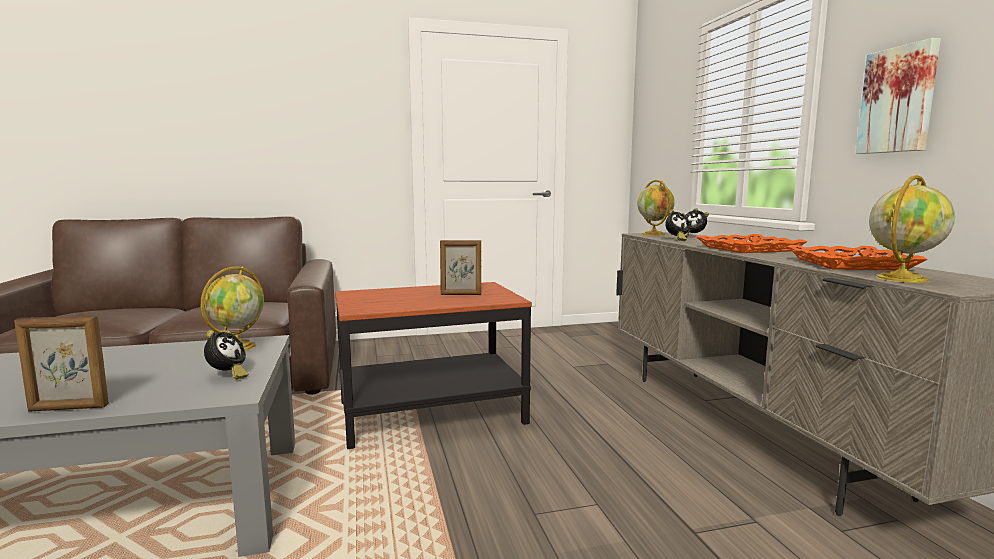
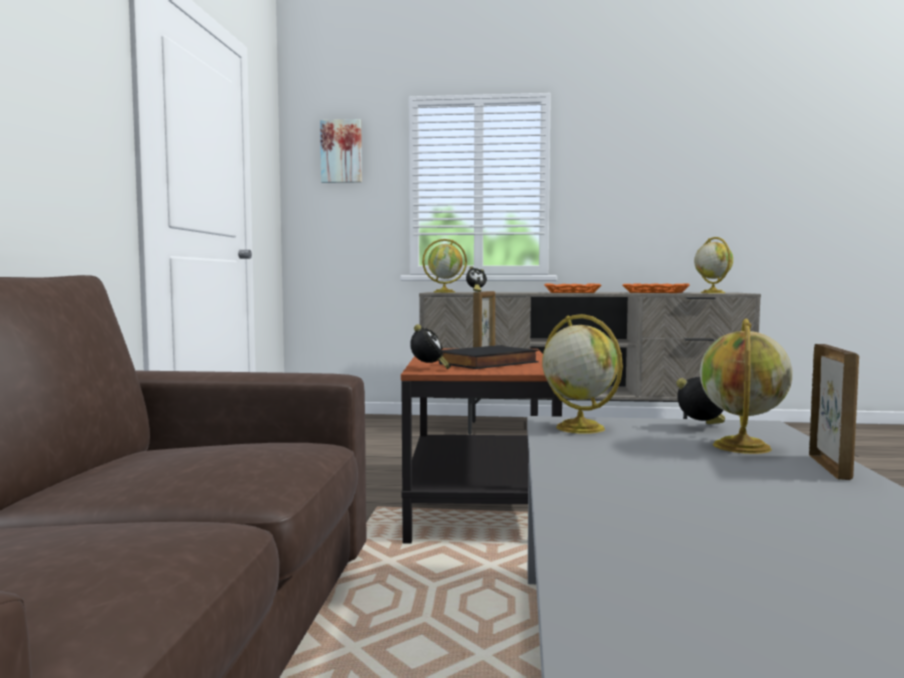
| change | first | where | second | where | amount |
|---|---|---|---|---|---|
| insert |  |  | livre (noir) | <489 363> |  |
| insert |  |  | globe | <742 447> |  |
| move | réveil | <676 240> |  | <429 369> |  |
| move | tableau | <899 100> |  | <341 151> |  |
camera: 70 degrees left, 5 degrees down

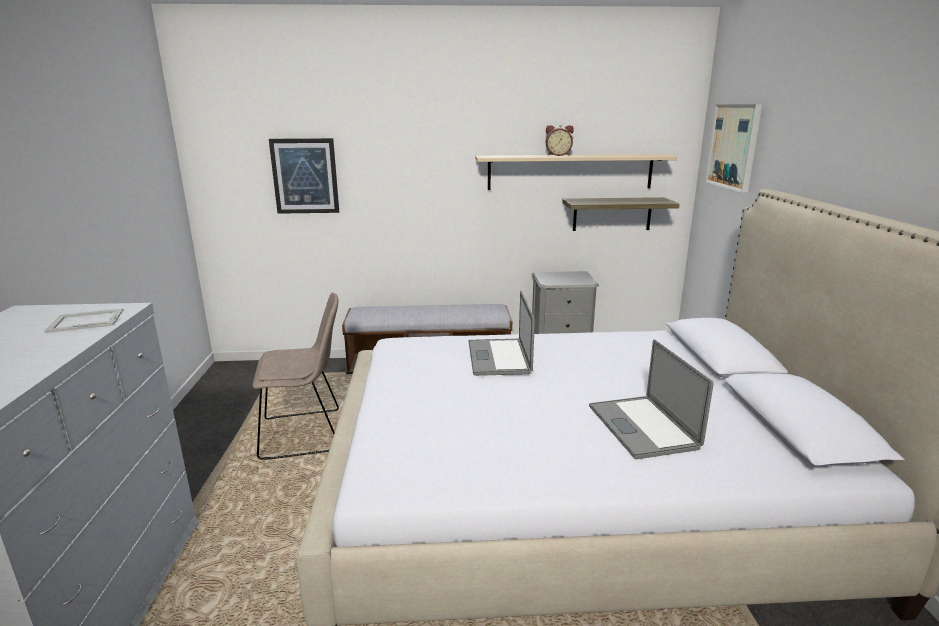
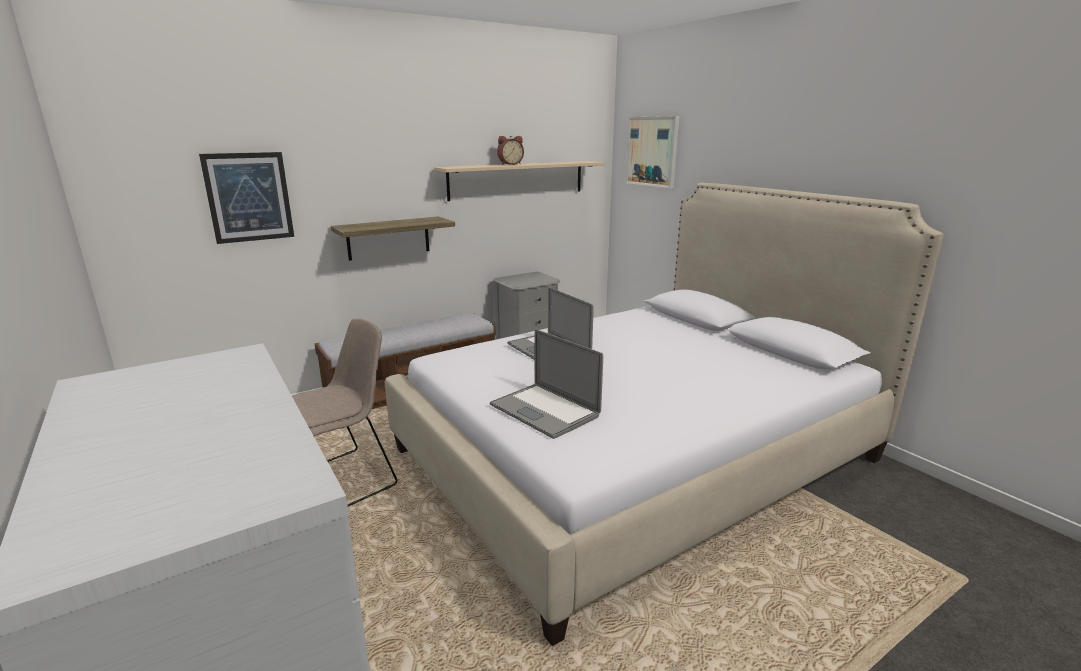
| change | first | where | second | where | amount |
|---|---|---|---|---|---|
| delete | cadre photo | <85 320> |  |  |  |
| move | étagère | <612 214> |  | <388 238> |  |
| move | ordinateur portable | <642 426> |  | <544 410> |  |
camera: 30 degrees left, 0 degrees up

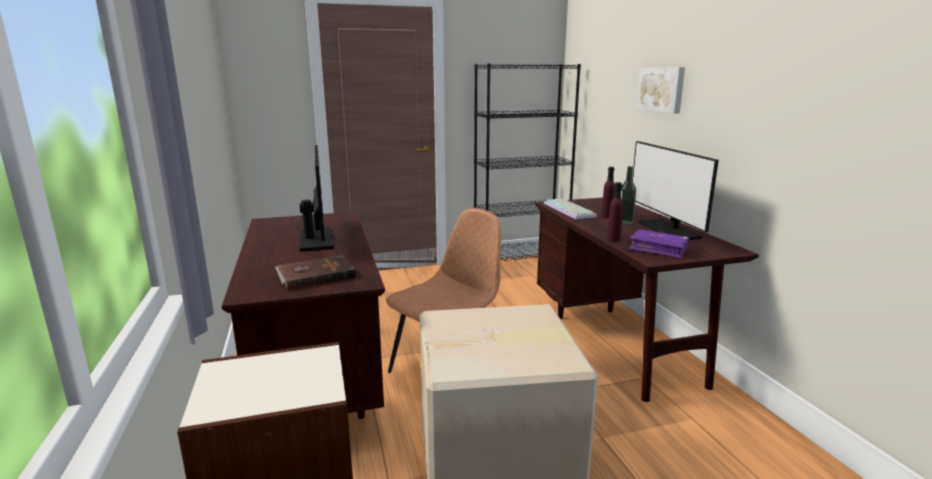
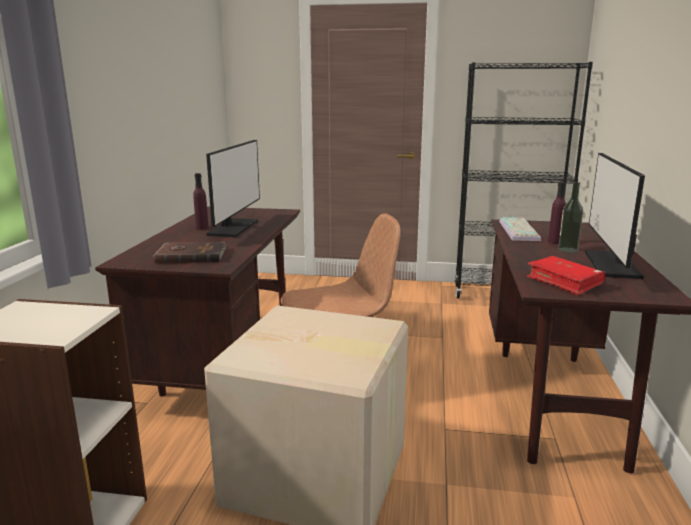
| change | first | where | second | where | amount |
|---|---|---|---|---|---|
| delete | tableau | <661 89> |  |  |  |
| move | bouteille (violet) | <613 239> |  | <202 228> |  |
| recolor | livre (violet) | <658 250> | livre (rouge) | <564 282> |  |
camera: 25 degrees right, 0 degrees up

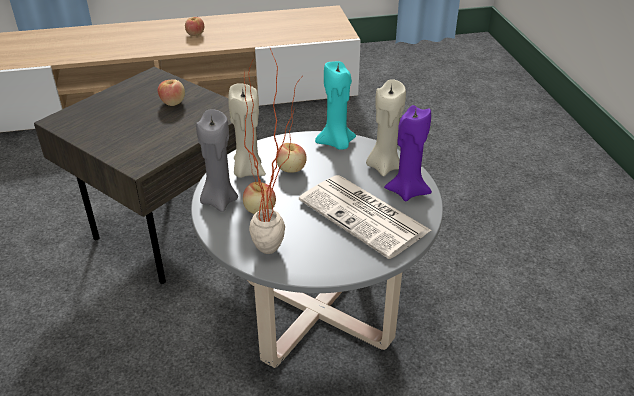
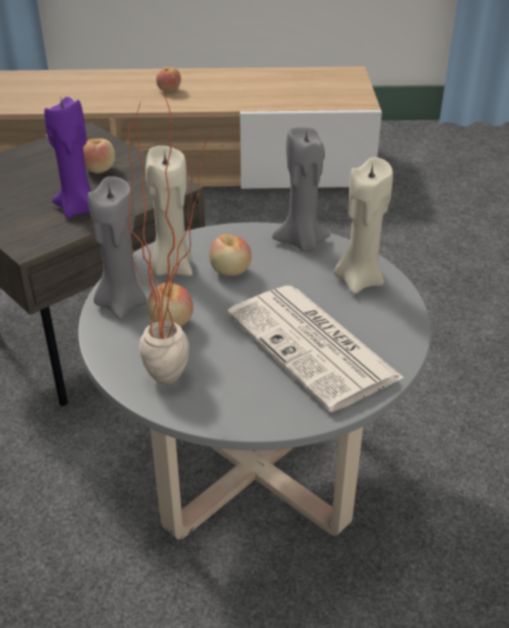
| change | first | where | second | where | amount |
|---|---|---|---|---|---|
| move | bougie (violet) | <407 191> |  | <79 209> |  |
| recolor | bougie (turquoise) | <336 143> | bougie (gris) | <302 243> |  |
camera: 10 degrees right, 0 degrees up

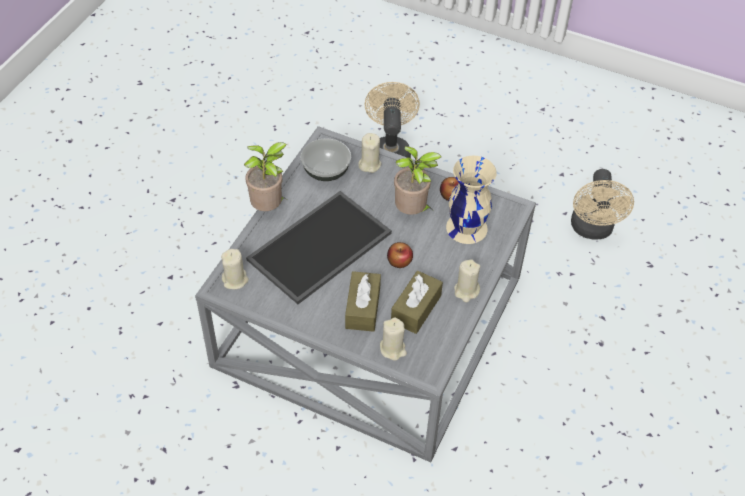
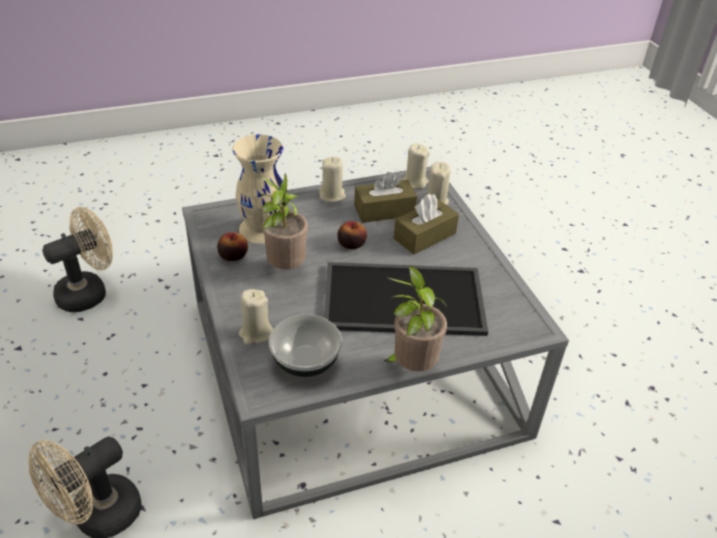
| change | first | where | second | where | amount |
|---|---|---|---|---|---|
| move | bougie (beige) | <235 280> |  | <414 182> |  |
camera: 135 degrees left, 10 degrees down

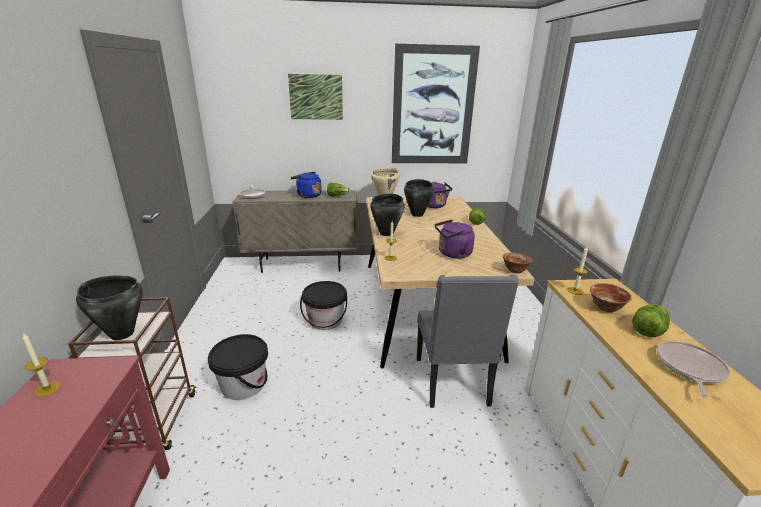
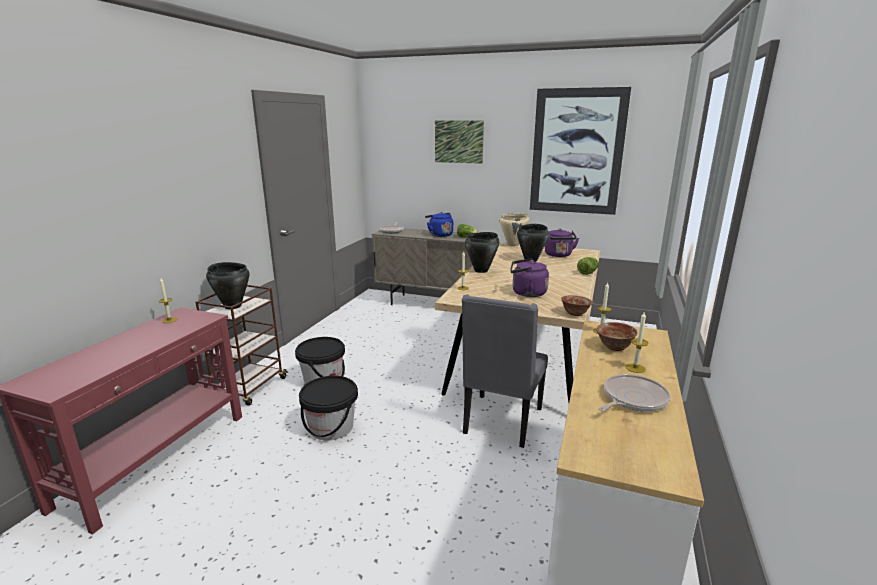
| change | first | where | second | where | amount |
|---|---|---|---|---|---|
| move | seau (noir) | <325 320> |  | <331 427> |  |
| replace | laitue | <647 329> | bougie | <635 368> |  |
camera: 25 degrees right, 5 degrees down

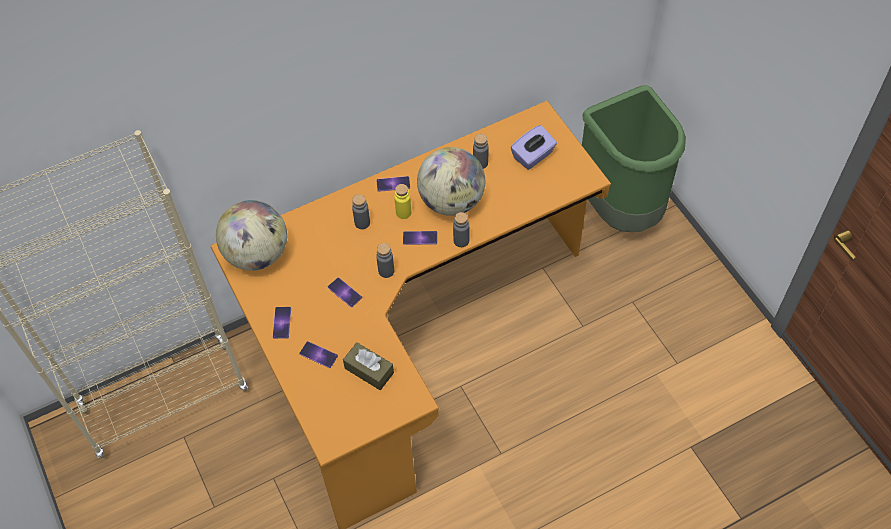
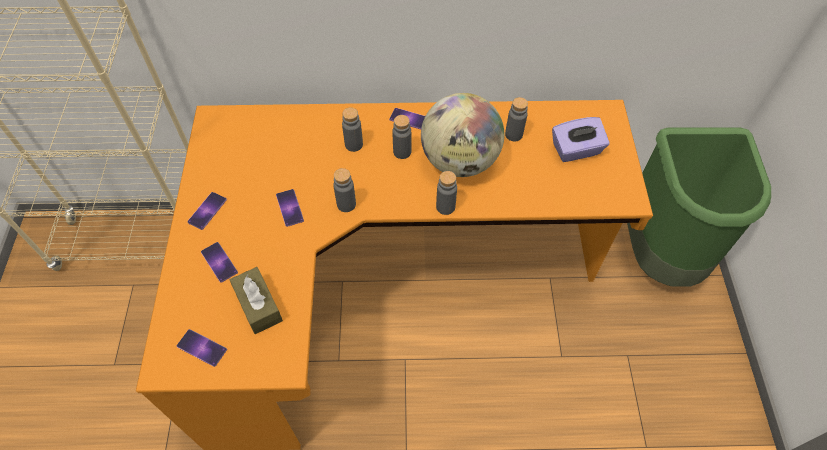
| change | first | where | second | where | amount |
|---|---|---|---|---|---|
| delete | globe | <257 254> |  |  |  |
| move | téléphone | <420 238> |  | <202 348> |  |
| recolor | bouteille (jaune) | <403 212> | bouteille (gris) | <402 152> |  |
camera: 25 degrees right, 0 degrees up

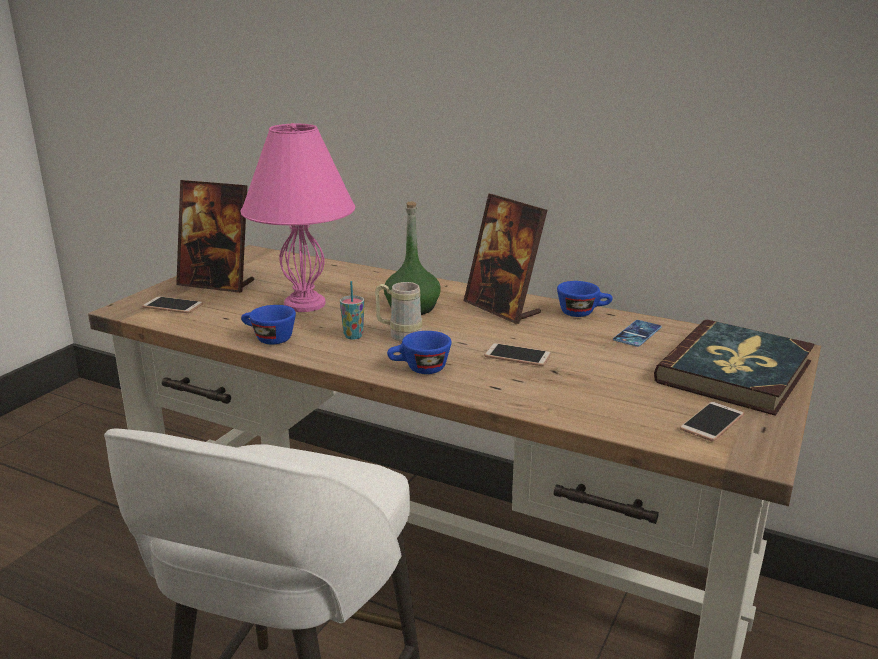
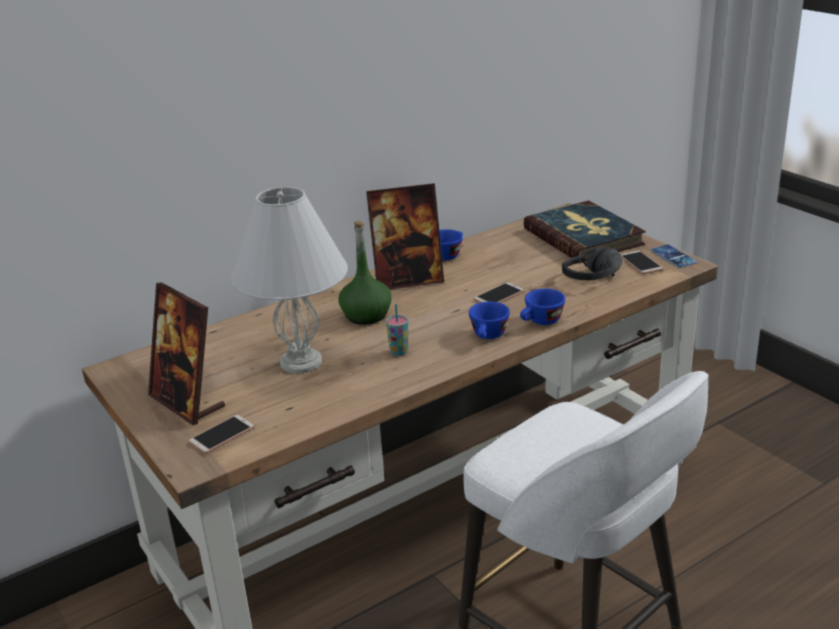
| change | first | where | second | where | amount |
|---|---|---|---|---|---|
| delete | mug (beige) | <399 335> |  |  |  |
| insert |  |  | casque audio (noir) | <600 281> |  |
| move | tasse (bleu) | <268 339> |  | <540 322> |  |
| move | téléphone | <637 334> |  | <673 256> |  |
| recolor | lampe de table (rose) | <305 304> | lampe de table (blanc) | <302 362> |  |
| rotate | cadre photo | <217 284> |  | <187 402> | 90 degrees clockwise |
camera: 60 degrees left, 5 degrees up

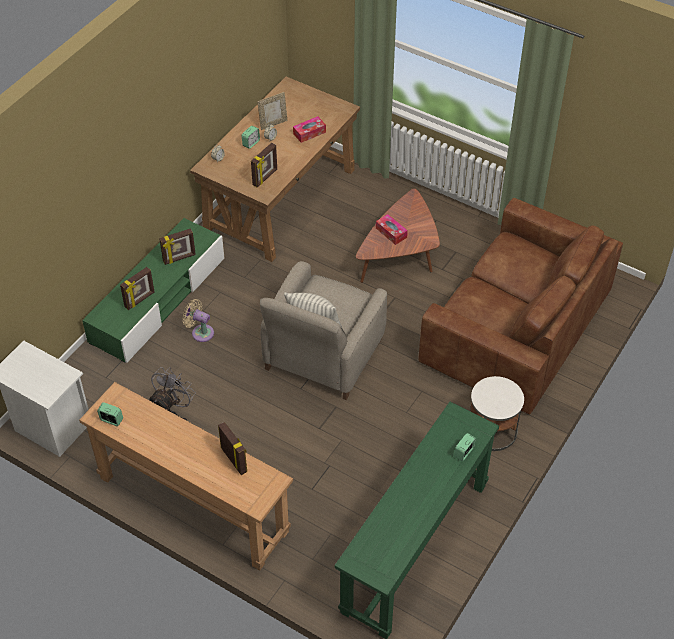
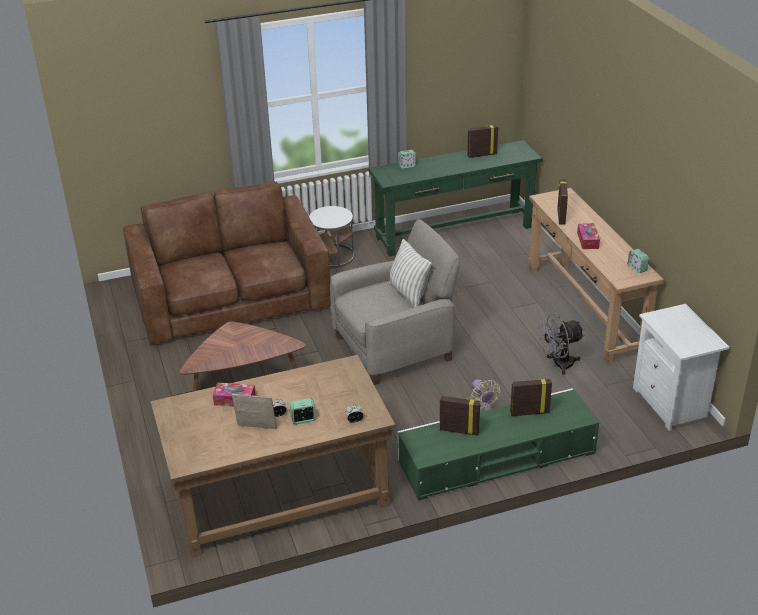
| change | first | where | second | where | amount |
|---|---|---|---|---|---|
| move | cadre photo | <265 177> |  | <482 155> |  |
| move | boîte à mouchoirs | <391 232> |  | <587 240> |  |
camera: 140 degrees left, 15 degrees down

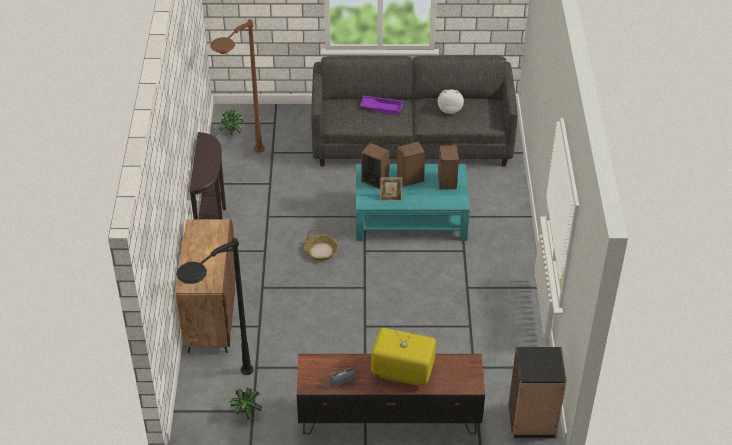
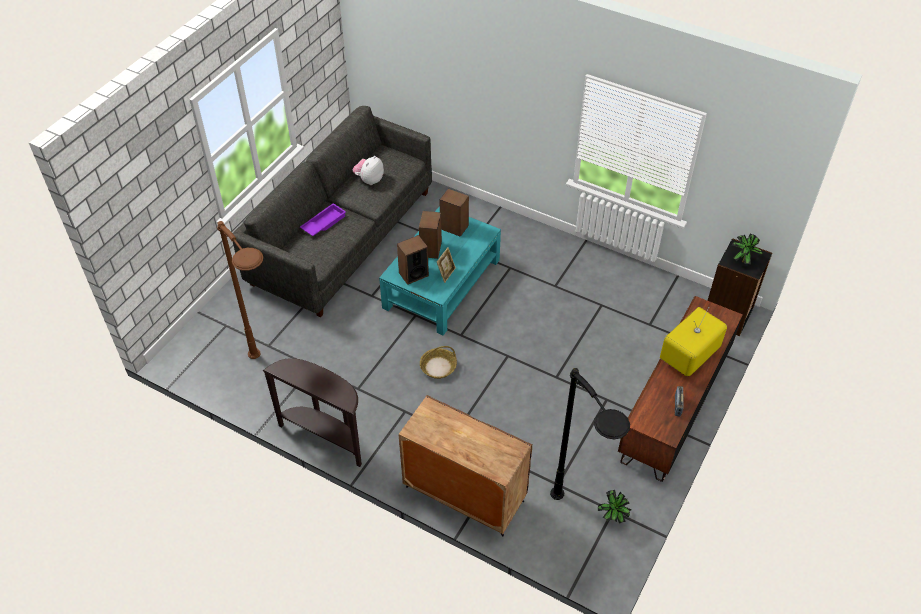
| change | first | where | second | where | amount |
|---|---|---|---|---|---|
| move | plante en pot | <233 133> |  | <743 260> |  |
camera: 60 degrees left, 5 degrees up

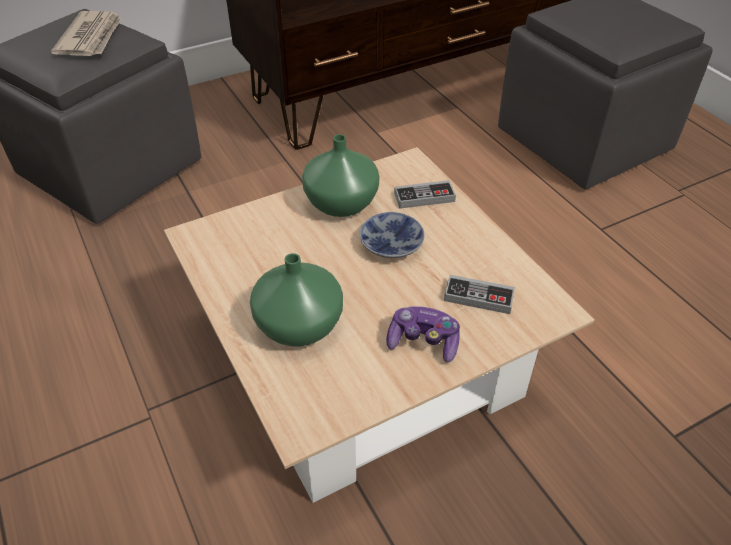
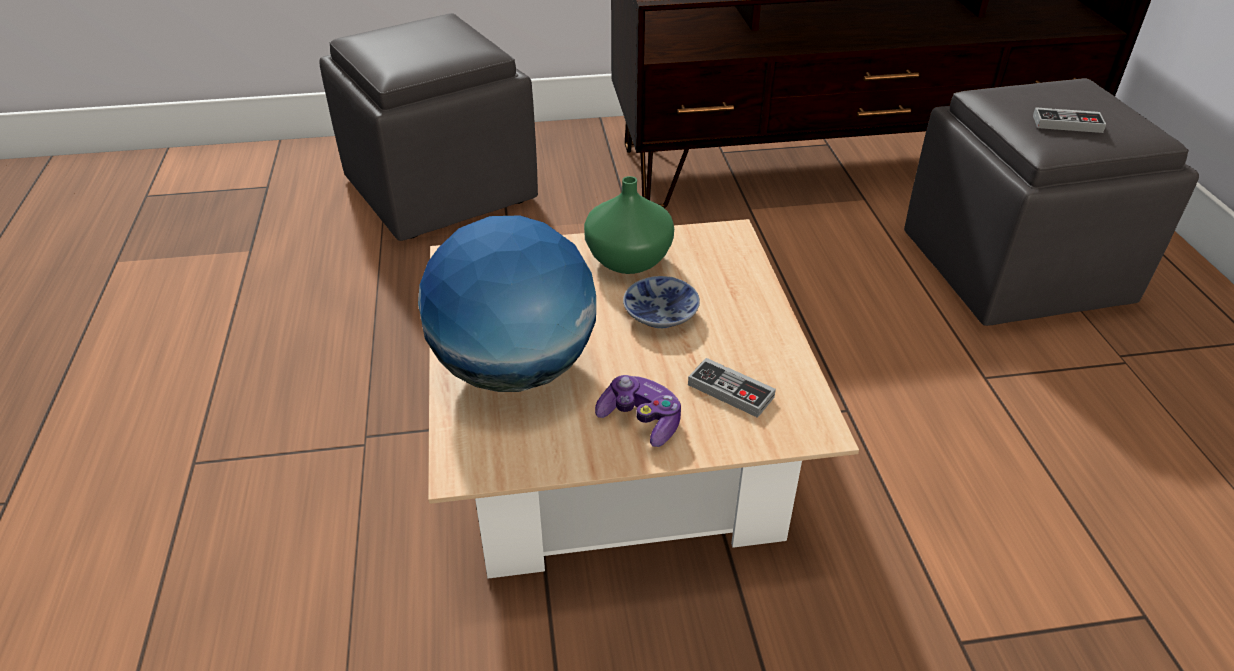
| change | first | where | second | where | amount |
|---|---|---|---|---|---|
| delete | journal | <91 38> |  |  |  |
| move | manette | <424 197> |  | <1067 124> |  |
| replace | vase (vert) | <297 325> | globe | <514 369> |  |
camera: 20 degrees right, 5 degrees down

